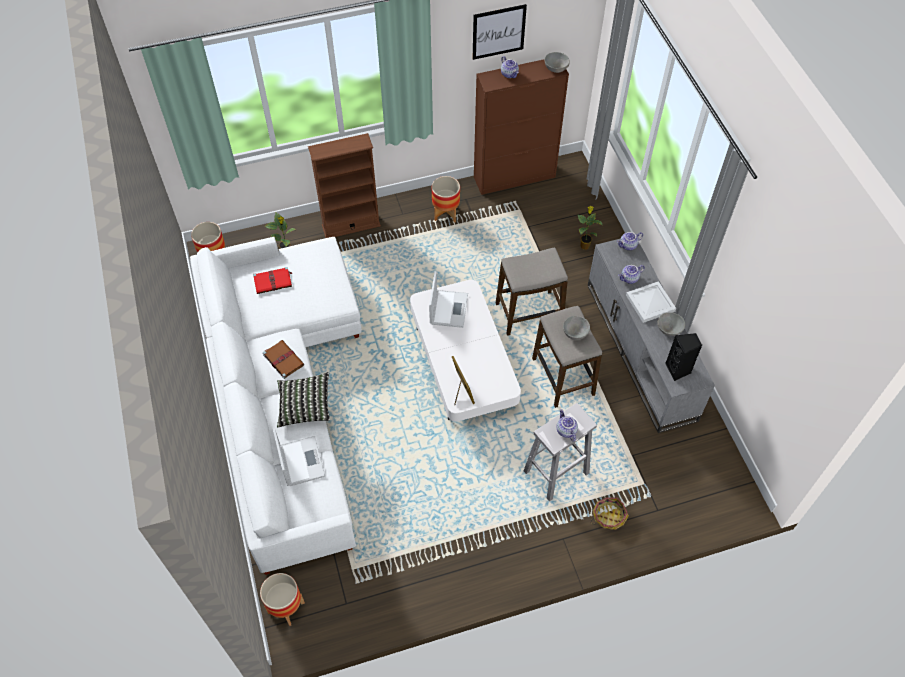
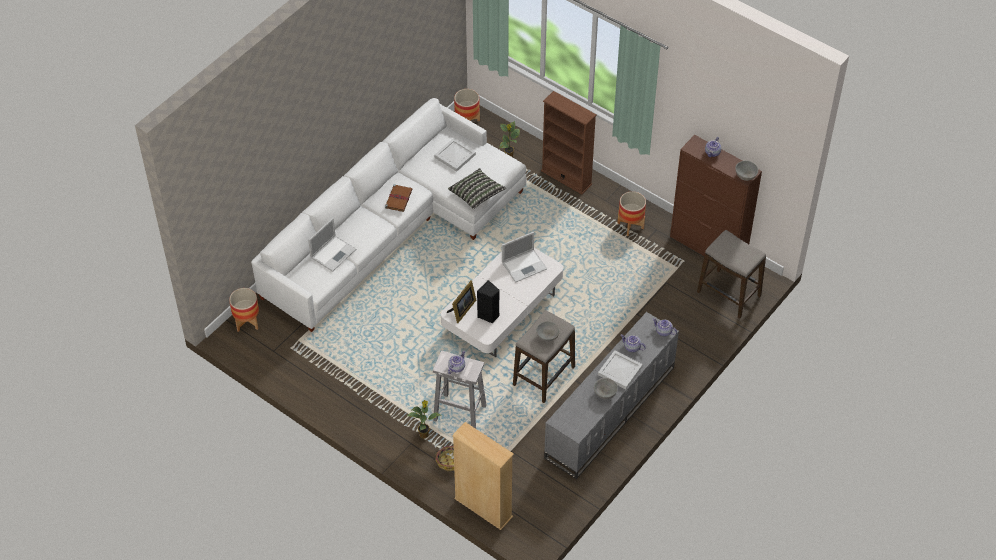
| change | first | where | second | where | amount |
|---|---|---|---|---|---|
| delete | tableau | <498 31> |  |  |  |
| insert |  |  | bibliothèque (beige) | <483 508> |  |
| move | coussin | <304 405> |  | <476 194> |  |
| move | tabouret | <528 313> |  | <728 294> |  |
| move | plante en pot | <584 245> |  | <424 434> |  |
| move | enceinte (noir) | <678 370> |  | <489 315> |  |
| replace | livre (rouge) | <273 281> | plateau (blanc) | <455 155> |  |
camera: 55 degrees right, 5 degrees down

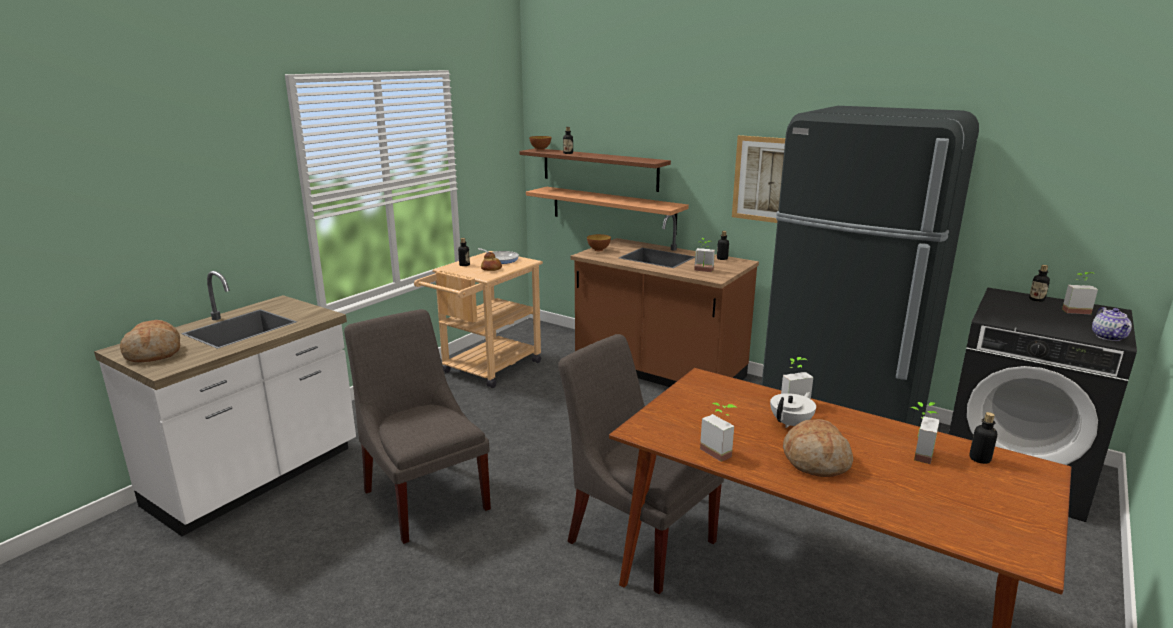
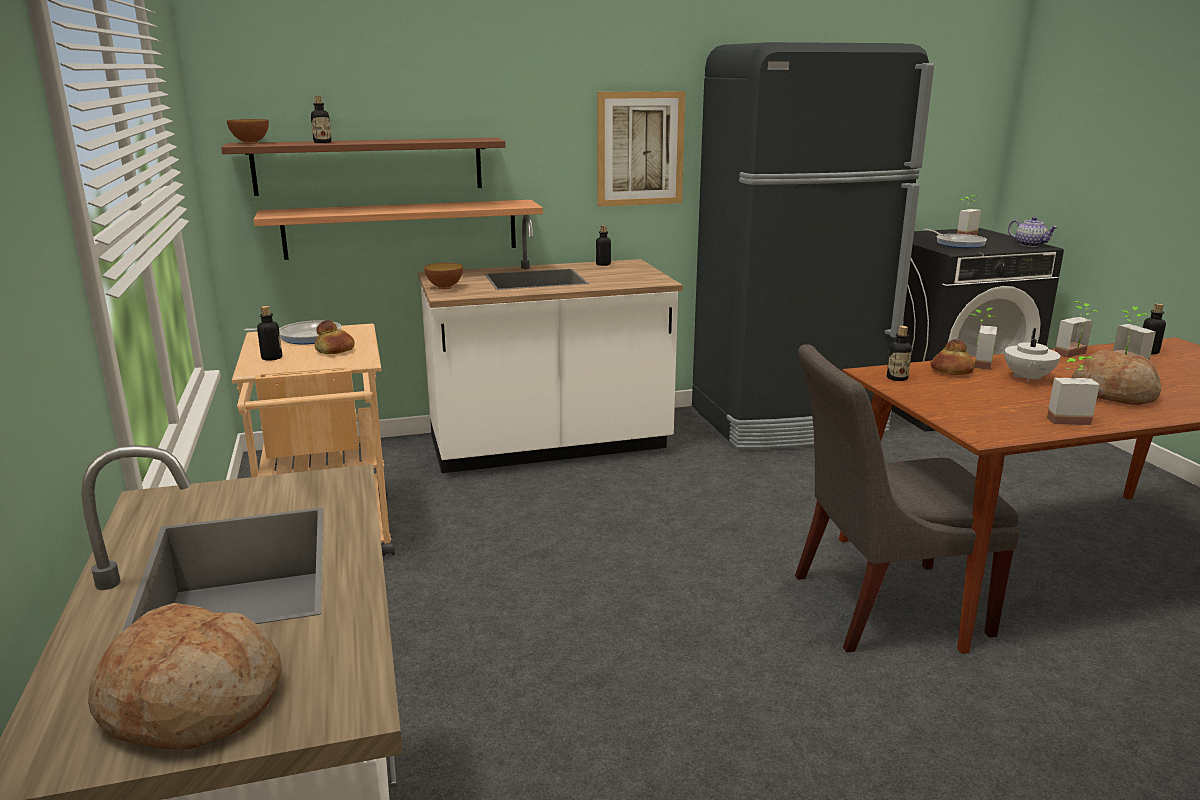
| change | first | where | second | where | amount |
|---|---|---|---|---|---|
| delete | chaise (gris) | <425 496> |  |  |  |
| insert |  |  | poêle | <958 243> |  |
| insert |  |  | pain | <951 371> |  |
| move | plante en pot | <703 271> |  | <1075 355> |  |
| move | bouteille | <1036 299> |  | <897 378> |  |
| recolor | comptoir de cuisine (marron) | <658 371> | comptoir de cuisine (blanc) | <549 446> |  |
| rotate | théière (blanc) | <791 424> |  | <1027 378> | 150 degrees counterclockwise |
camera: 50 degrees left, 0 degrees up

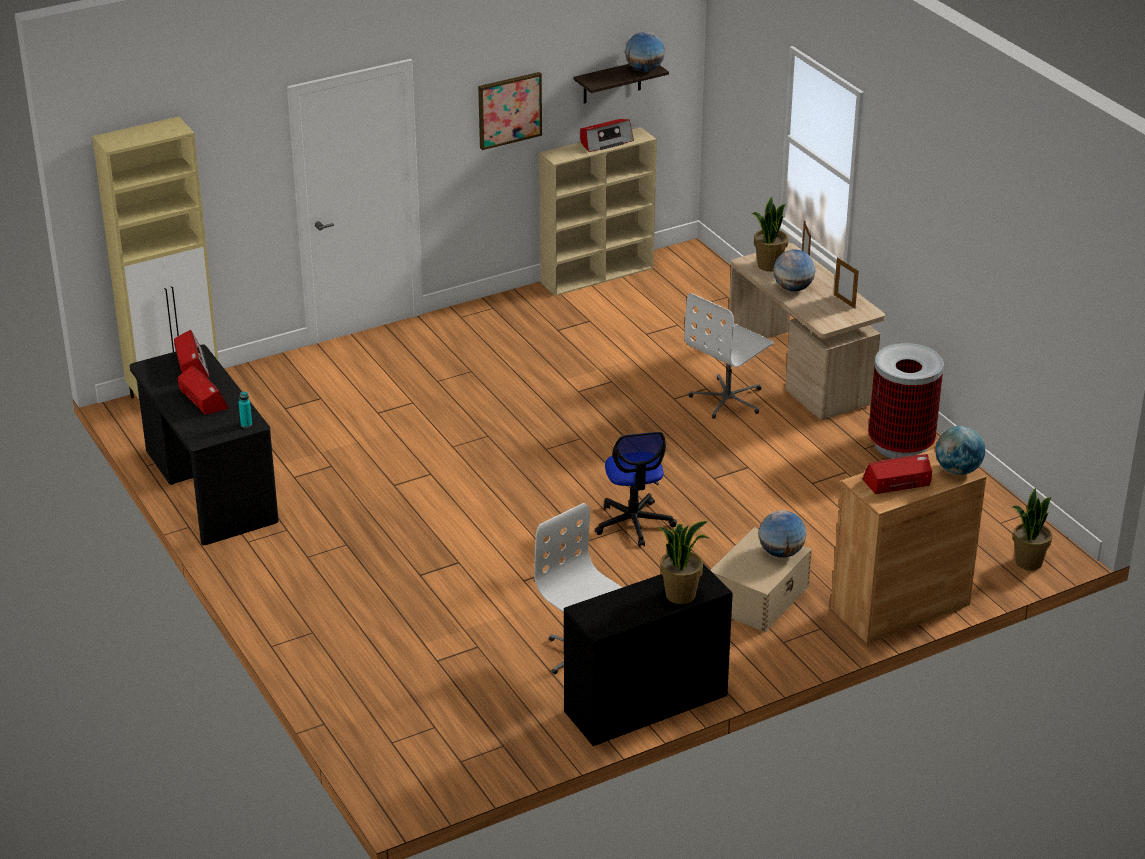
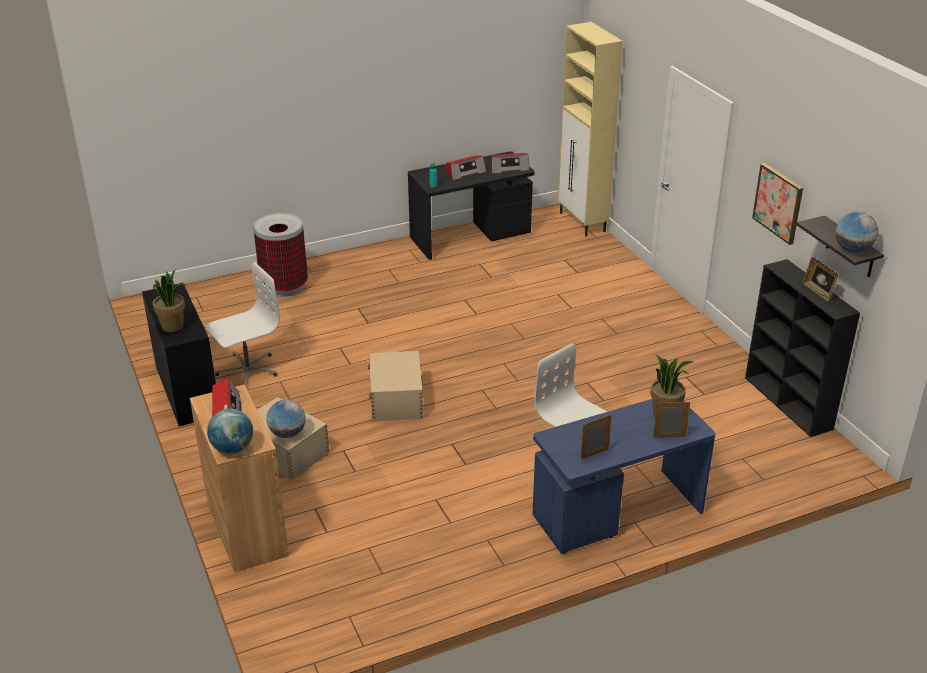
| change | first | where | second | where | amount |
|---|---|---|---|---|---|
| delete | globe | <793 288> |  |  |  |
| delete | plante en pot | <1028 562> |  |  |  |
| move | poubelle | <900 445> |  | <284 286> |  |
| replace | radio | <605 142> | cadre photo | <818 291> |  |
| replace | chaise de bureau | <634 523> | boîte de rangement (beige) | <396 399> |  |
| recolor | bibliothèque (beige) | <598 275> | bibliothèque (noir) | <789 403> |  |
| recolor | bureau (beige) | <801 375> | bureau (bleu) | <617 513> |  |
camera: 95 degrees right, 0 degrees up

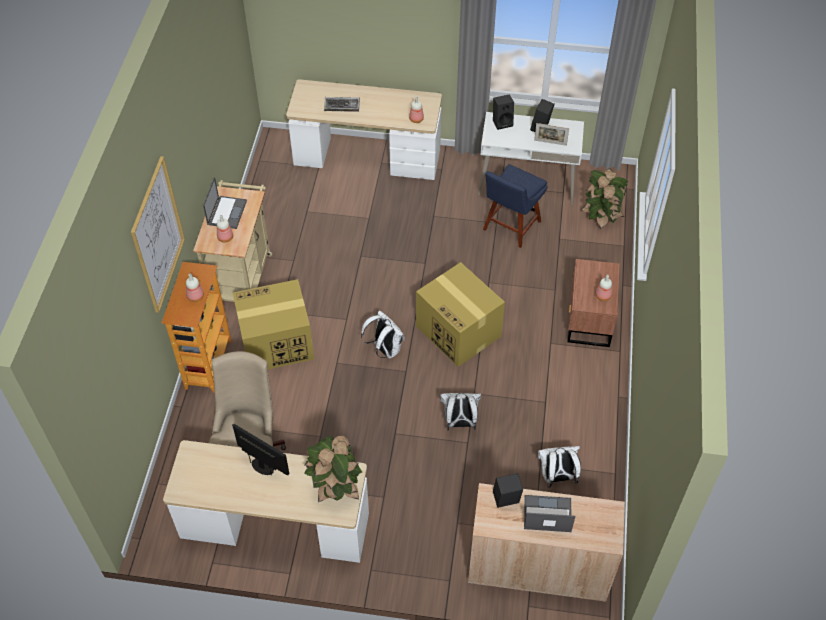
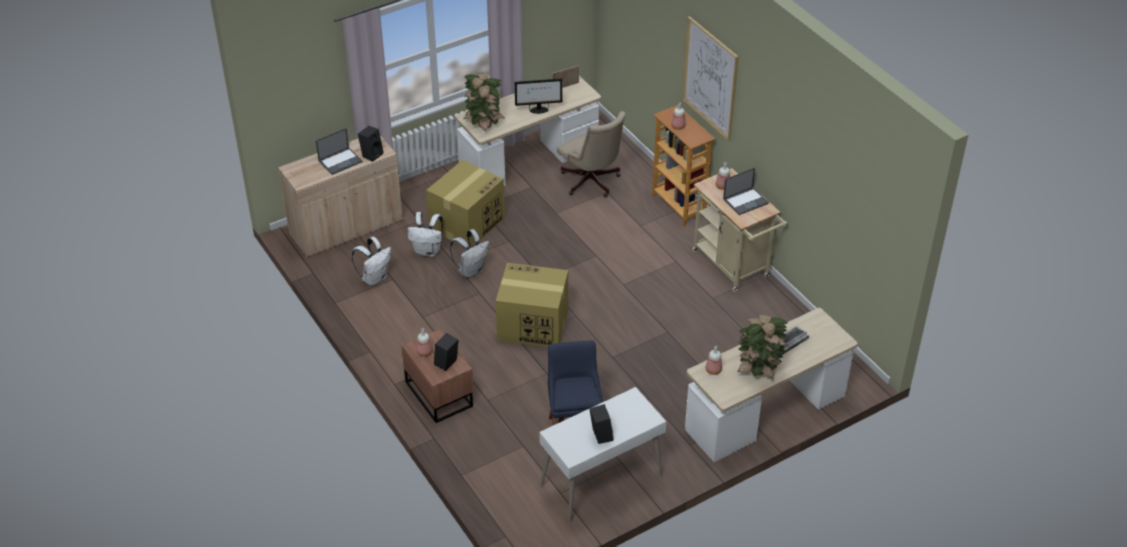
| change | first | where | second | where | amount |
|---|---|---|---|---|---|
| move | carton | <275 343> |  | <467 223> |  |
| move | sac à dos (blanc) | <385 349> |  | <428 251> |  |
| move | enceinte (noir) | <502 122> |  | <447 364> |  |
| move | cadre photo | <550 143> |  | <565 86> |  |
| move | plante en pot | <601 217> |  | <759 370> |  |
| rotate | ordinateur portable | <227 212> |  | <746 201> | 90 degrees counterclockwise |
camera: 140 degrees right, 10 degrees down

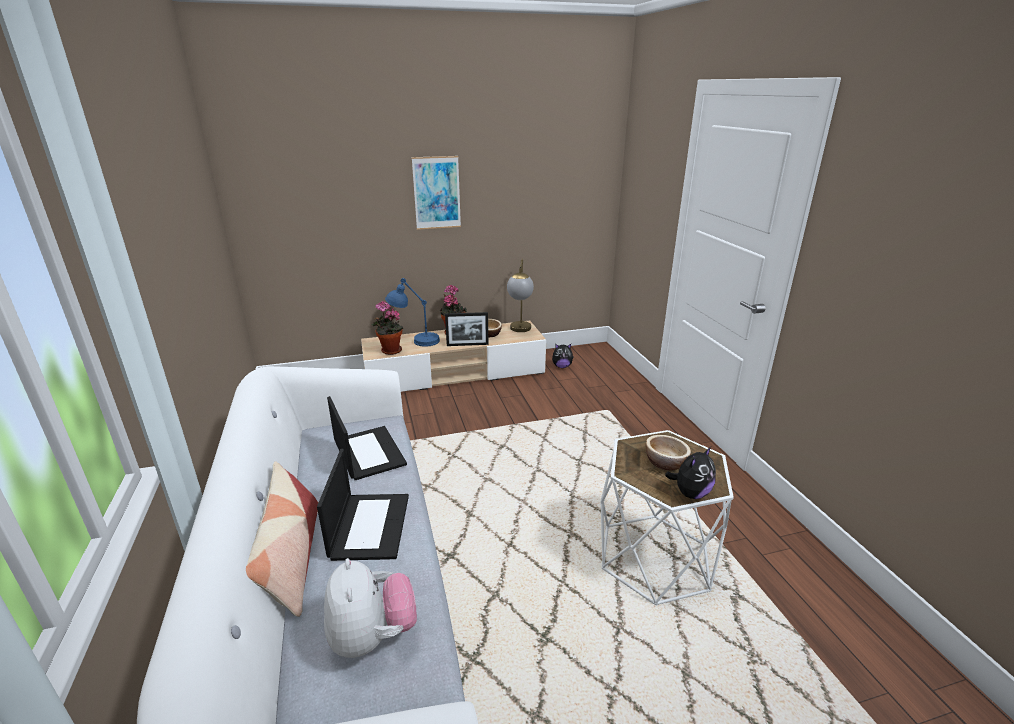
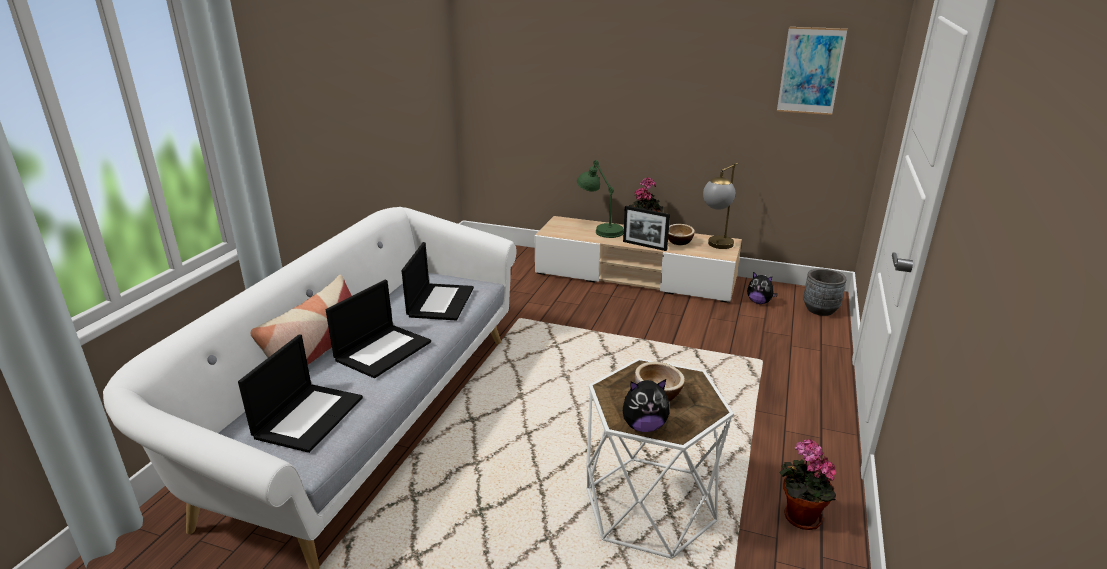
| change | first | where | second | where | amount |
|---|---|---|---|---|---|
| insert |  |  | cache-pot (gris) | <820 309> |  |
| move | plante en pot | <389 351> |  | <798 517> |  |
| move | tableau | <437 193> |  | <810 71> |  |
| replace | peluche | <372 636> | ordinateur portable | <309 416> |  |
| recolor | lampe de table (bleu) | <415 340> | lampe de table (vert) | <599 229> |  |
camera: 35 degrees right, 0 degrees up

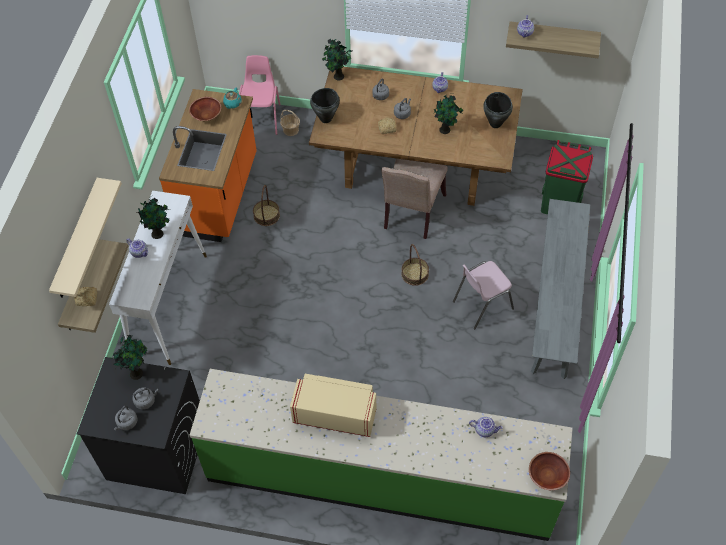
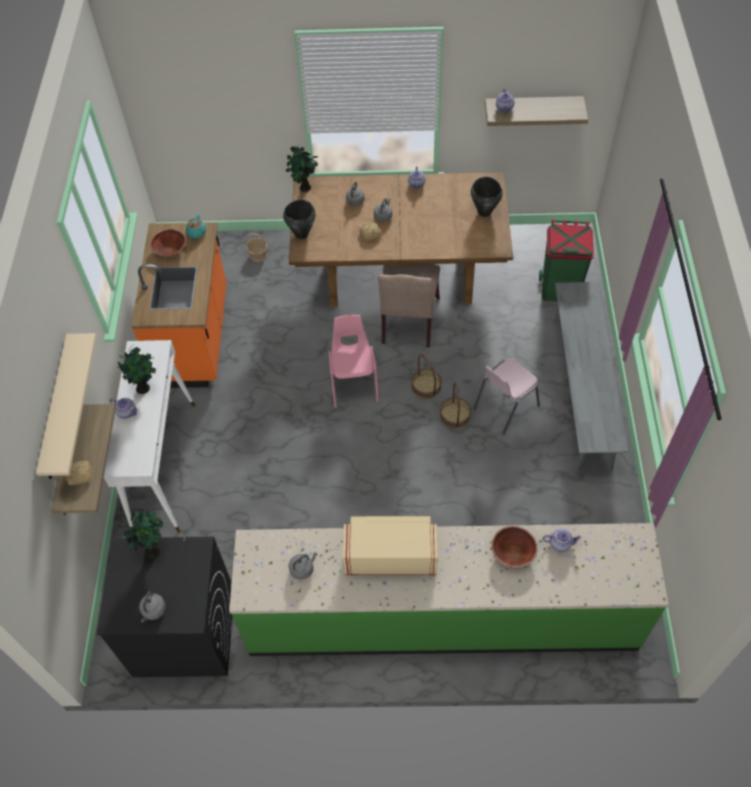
| change | first | where | second | where | amount |
|---|---|---|---|---|---|
| delete | plante en pot | <446 130> |  |  |  |
| move | bouilloire (gris) | <146 401> |  | <303 569> |  |
| move | chaise (rose) | <262 118> |  | <354 384> |  |
| move | panier | <266 215> |  | <455 416> |  |
| move | bol (marron) | <547 475> |  | <512 552> |  |
camera: 10 degrees left, 0 degrees up

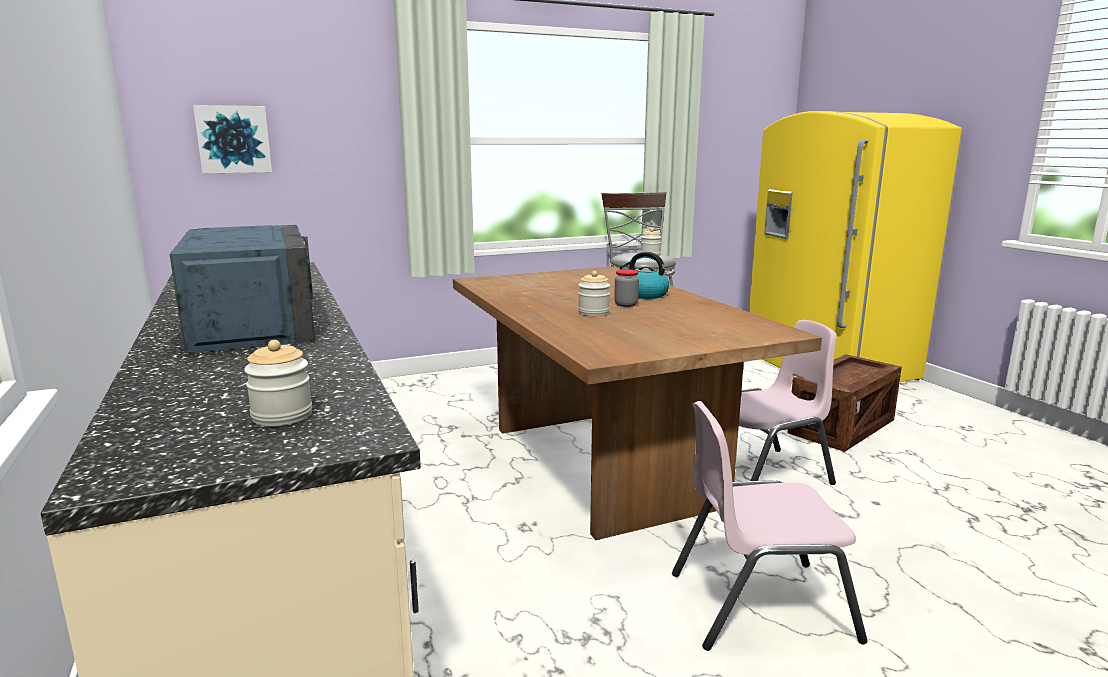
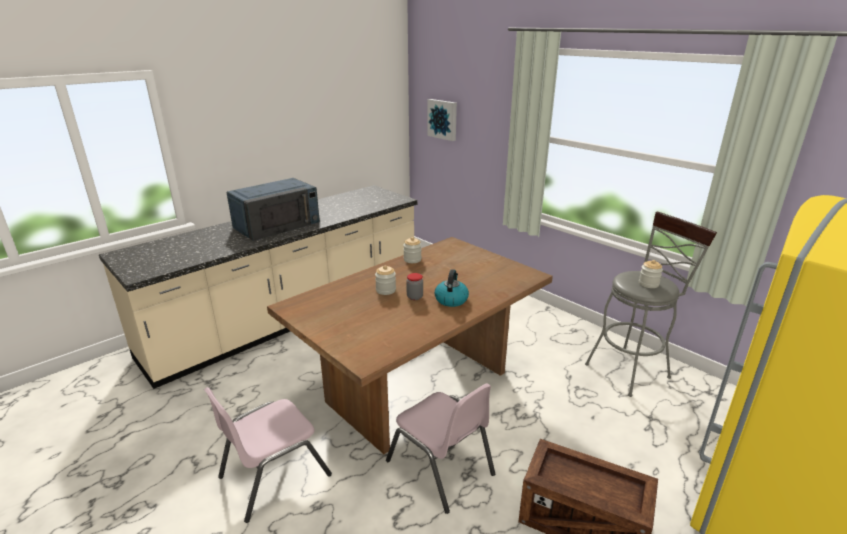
| change | first | where | second | where | amount |
|---|---|---|---|---|---|
| move | bocal | <282 416> |  | <412 259> |  |
| rotate | chaise (rose) | <759 604> |  | <273 475> | 105 degrees counterclockwise |
camera: 70 degrees right, 10 degrees up

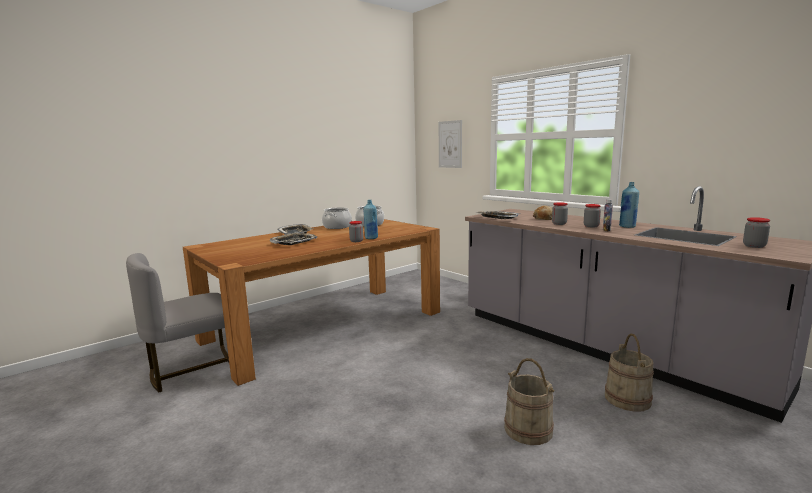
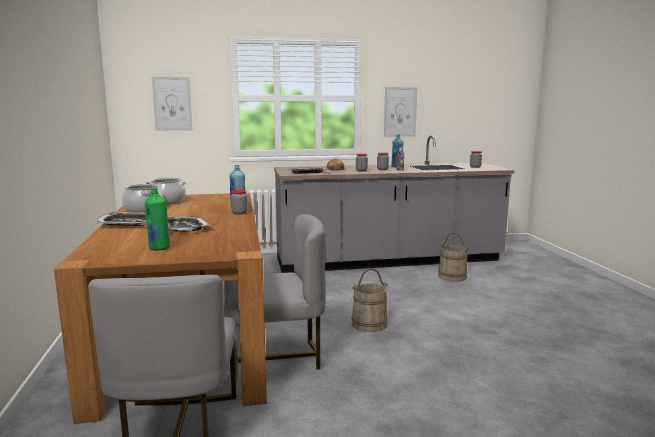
| change | first | where | second | where | amount |
|---|---|---|---|---|---|
| insert |  |  | bouteille (vert) | <159 248> |  |
| insert |  |  | chaise (gris) | <274 359> |  |
| insert |  |  | tableau | <400 112> |  |
| move | seau (beige) | <528 429> |  | <369 324> |  |
camera: 60 degrees left, 0 degrees up

